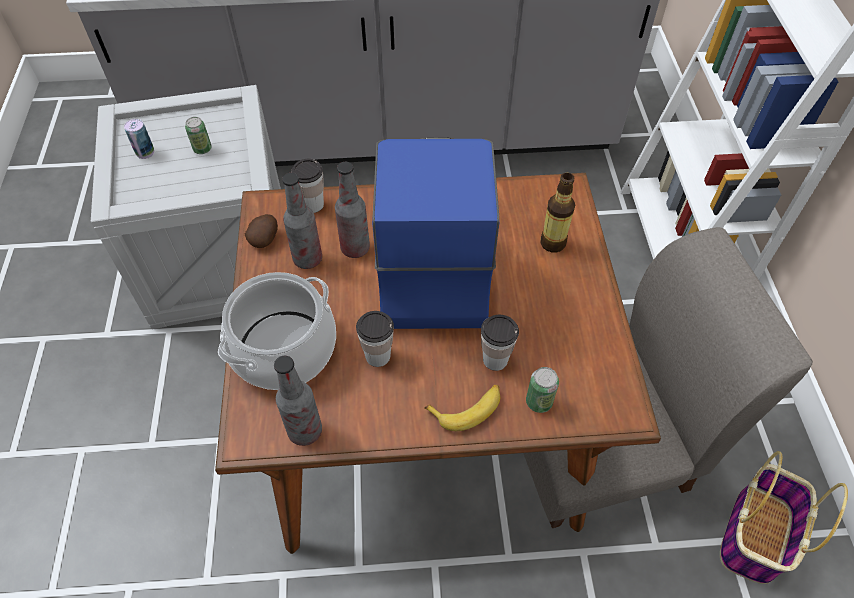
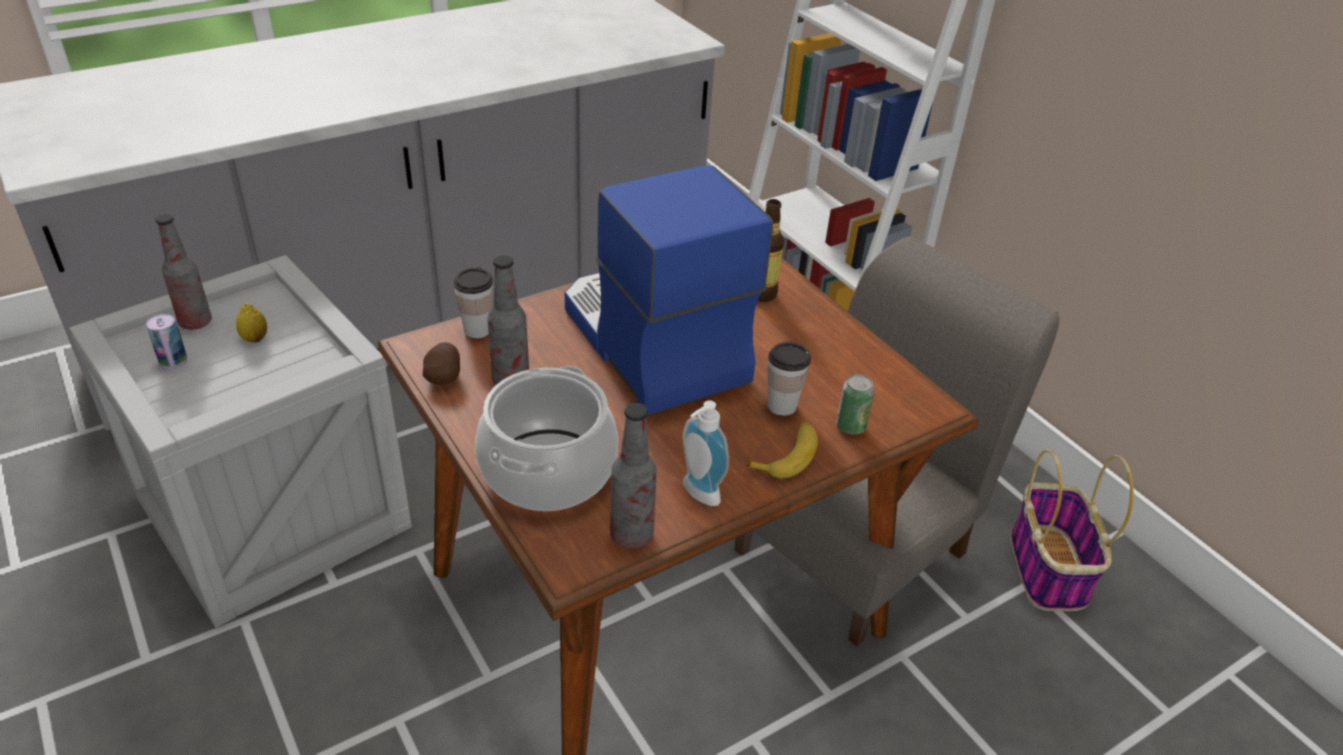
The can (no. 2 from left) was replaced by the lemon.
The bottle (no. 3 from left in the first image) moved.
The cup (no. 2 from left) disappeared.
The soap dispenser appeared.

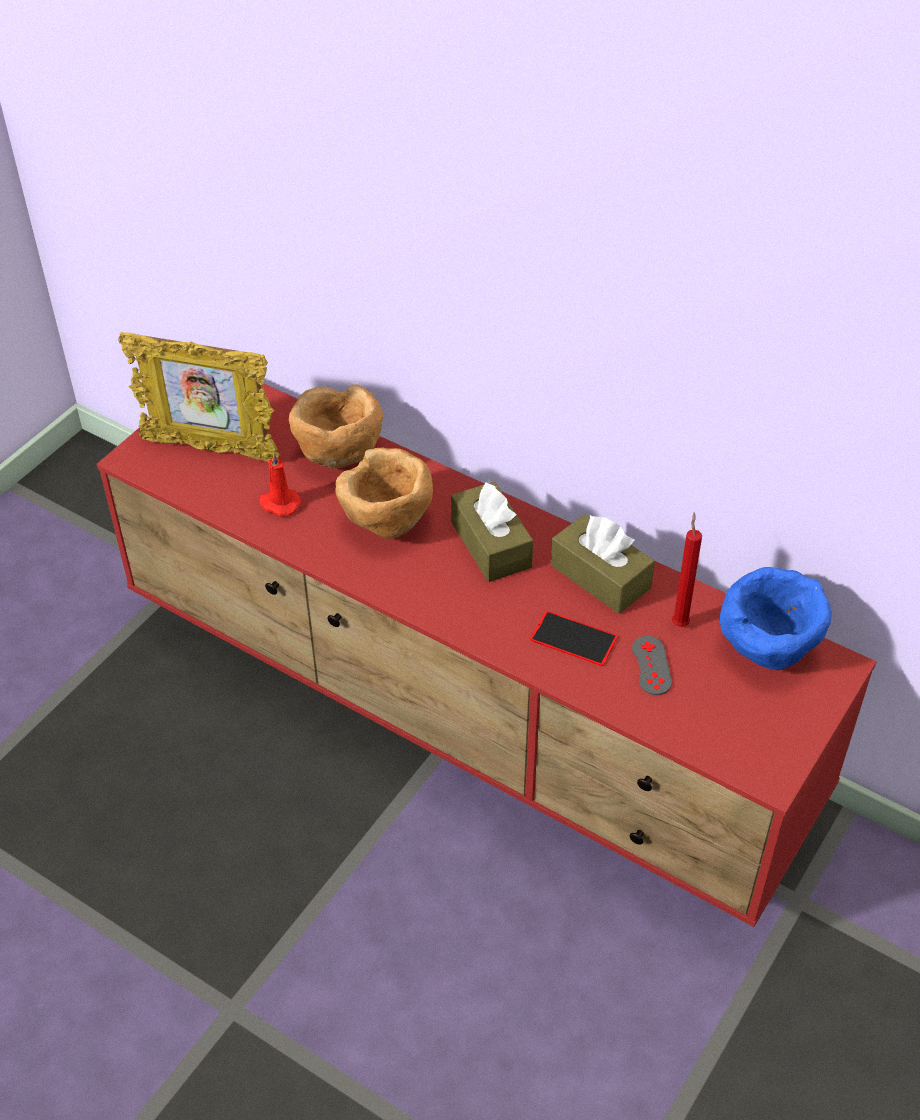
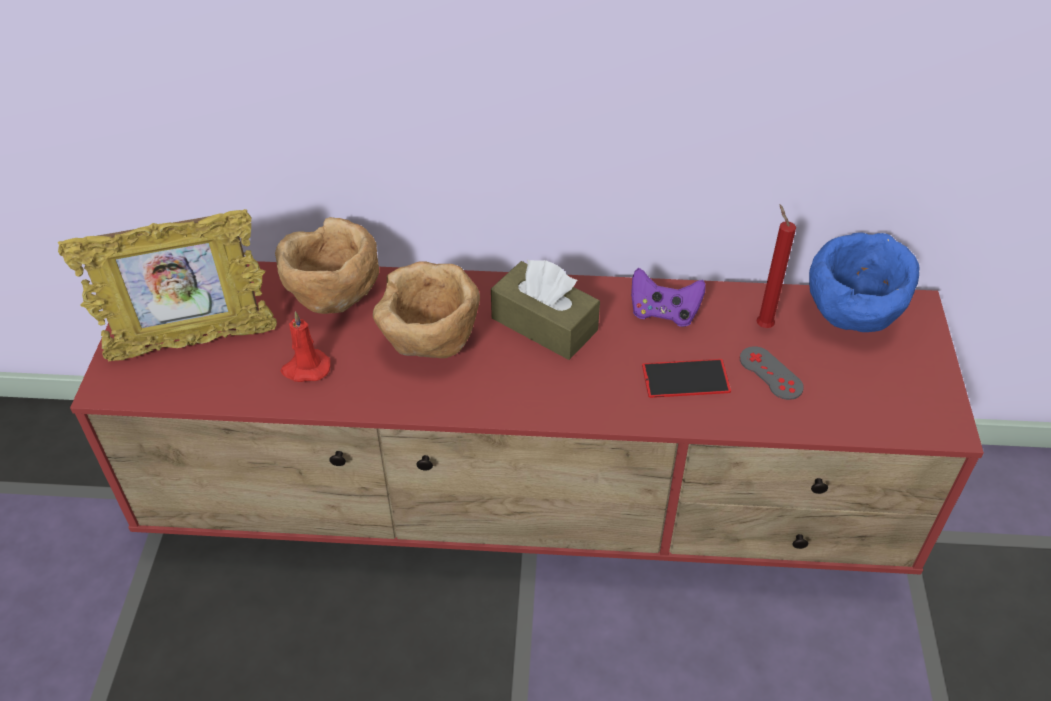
The brown tissue box (no. 2 from left) was replaced by the purple game controller.

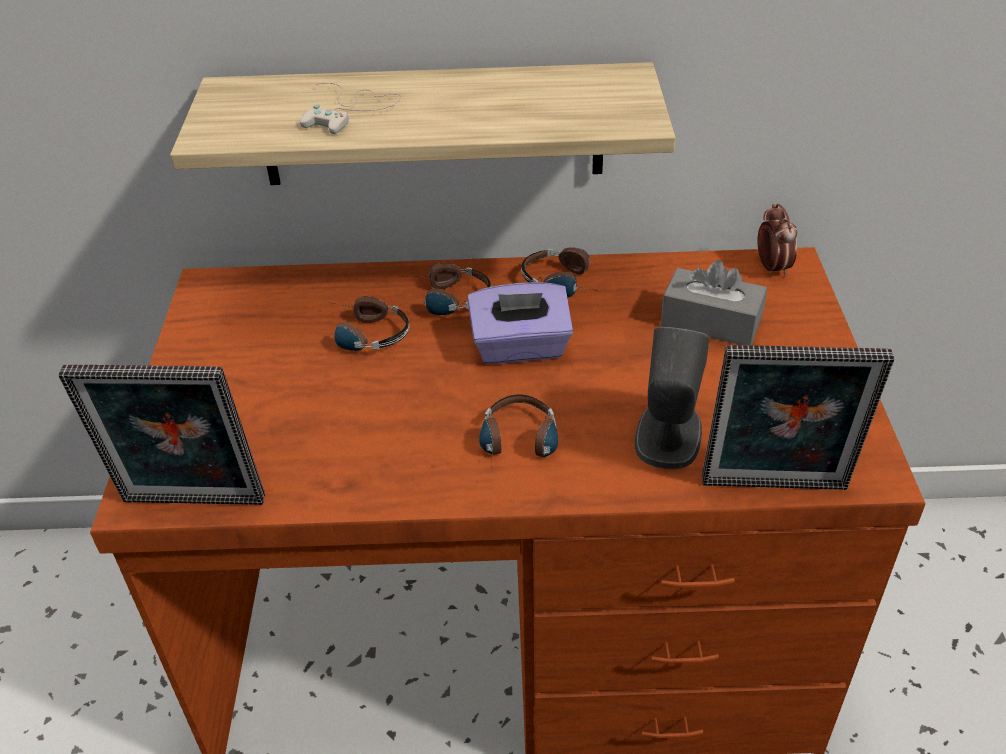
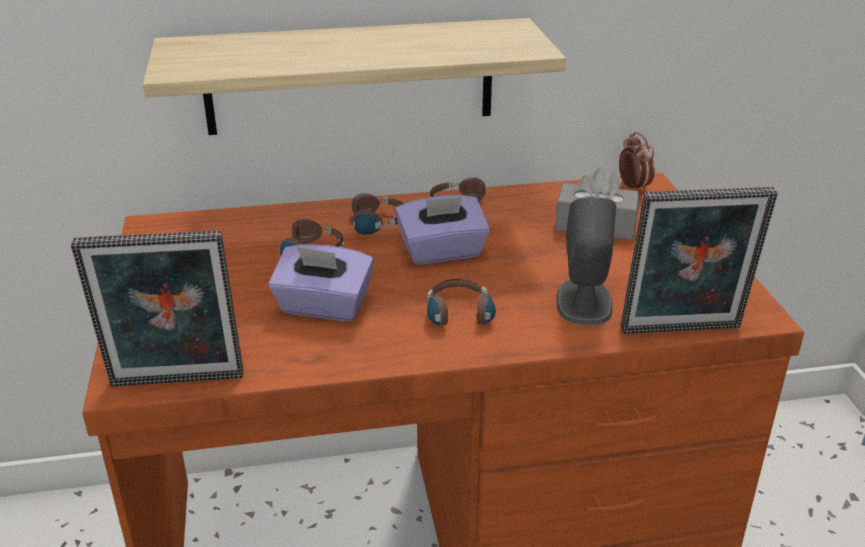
The white game controller disappeared.
The purple tissue box (no. 1 from left) appeared.

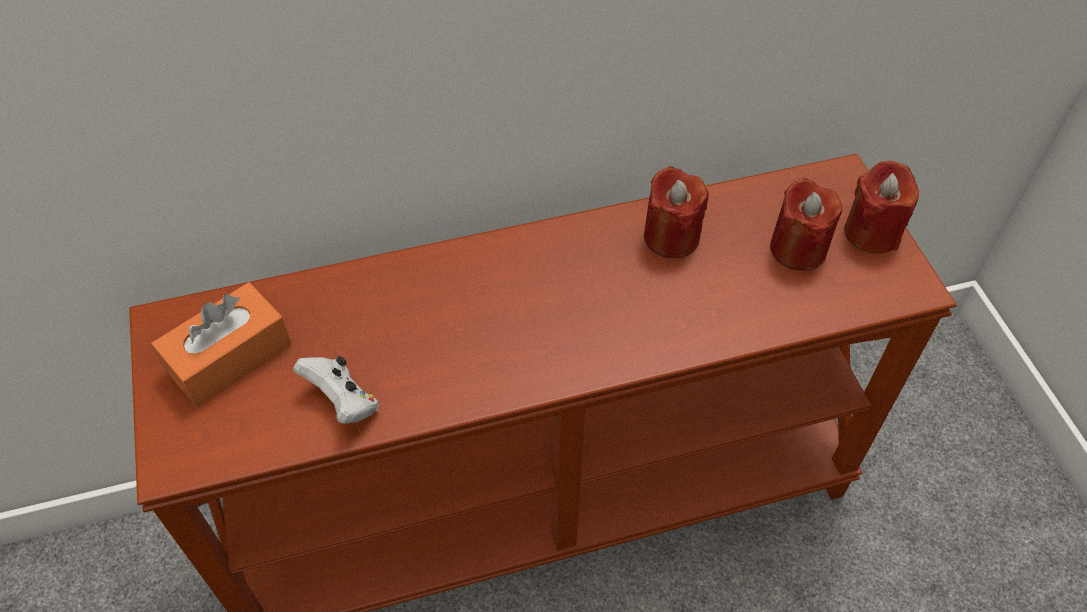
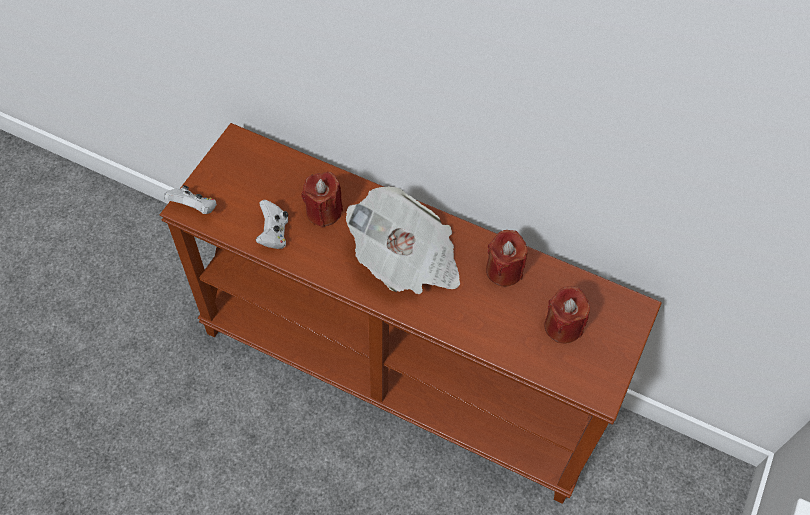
The red candle (no. 3 from left in the first image) moved.
The orange tissue box disappeared.
The white game controller (no. 1 from left) appeared.
The newspaper appeared.

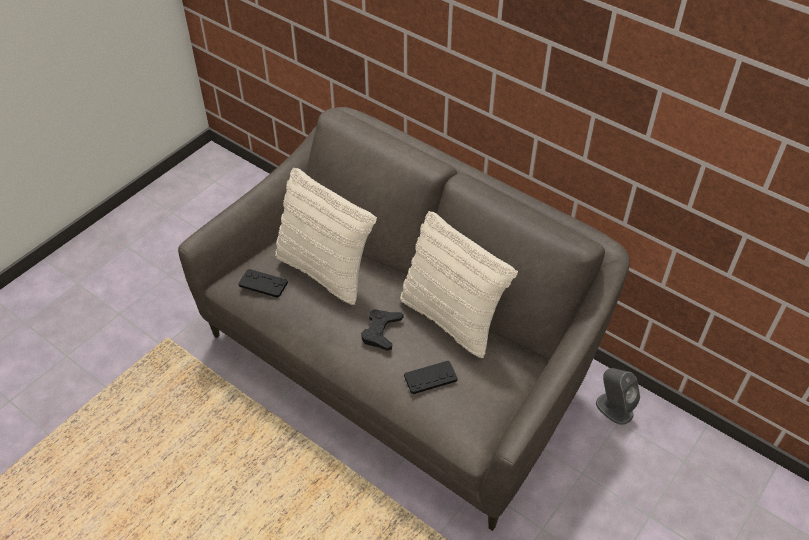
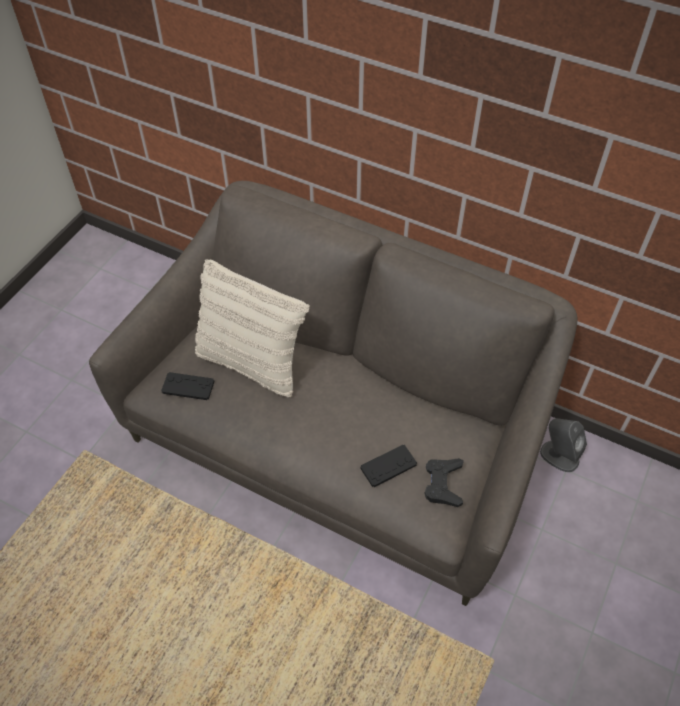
The beige pillow (no. 2 from left) disappeared.
The black game controller (no. 2 from left in the first image) moved.

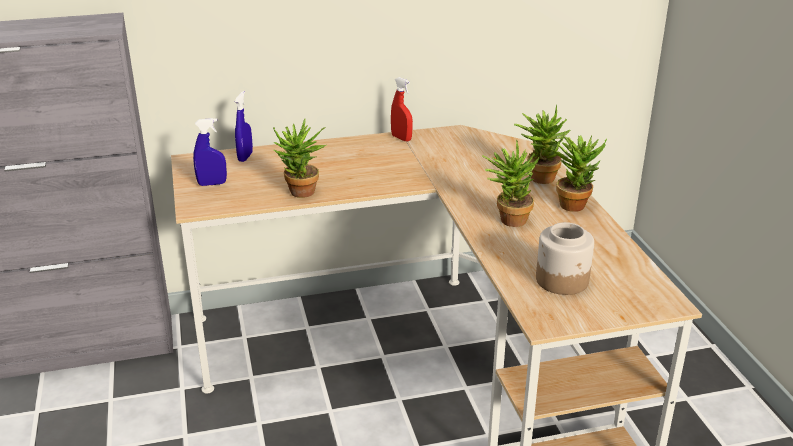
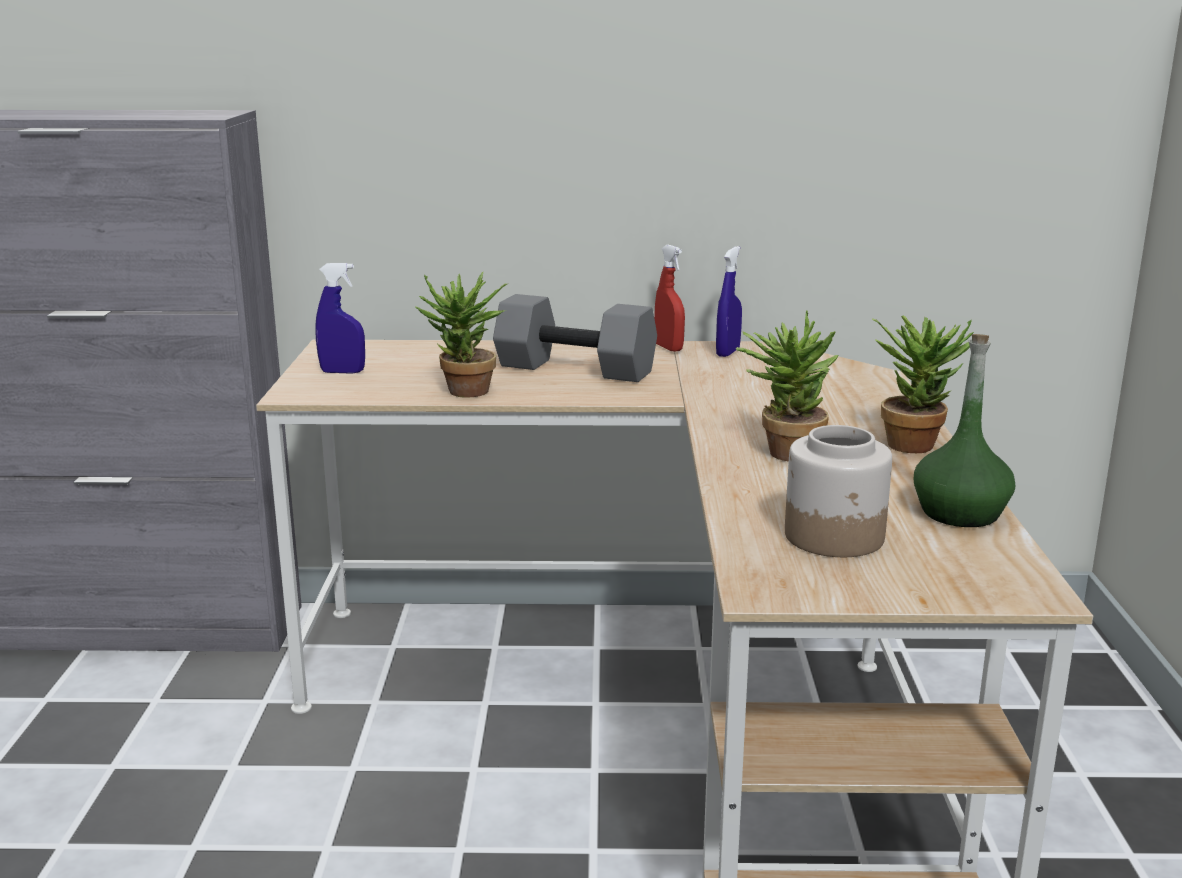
The blue spray bottle (no. 2 from left) moved.
The potted plant (no. 3 from left) disappeared.
The grey dumbbell appeared.
The green bottle appeared.

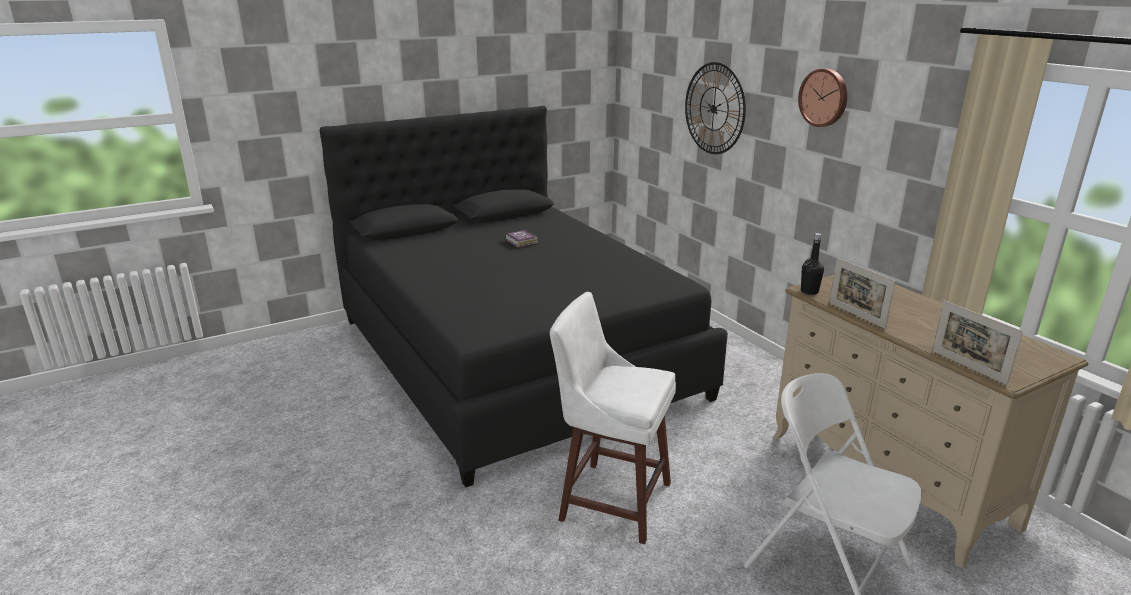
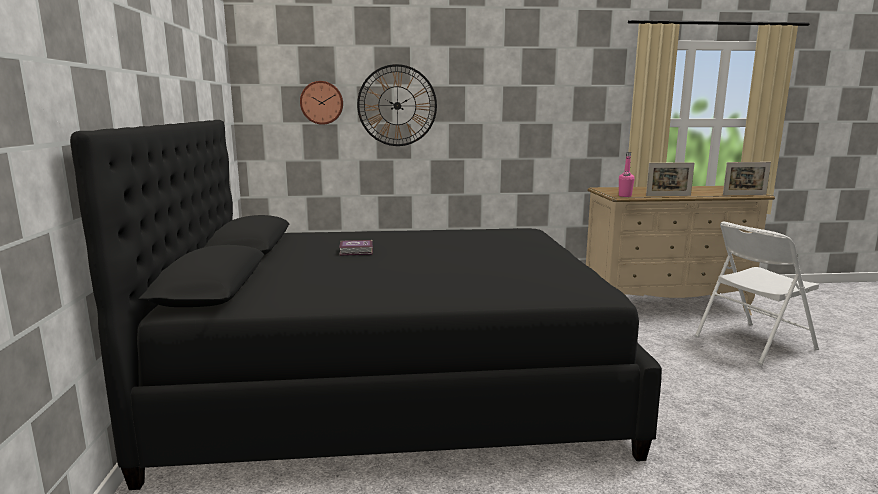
The wall clock (no. 2 from left in the first image) moved.
The black bottle became the pink bottle.
The white chair (no. 1 from left) disappeared.

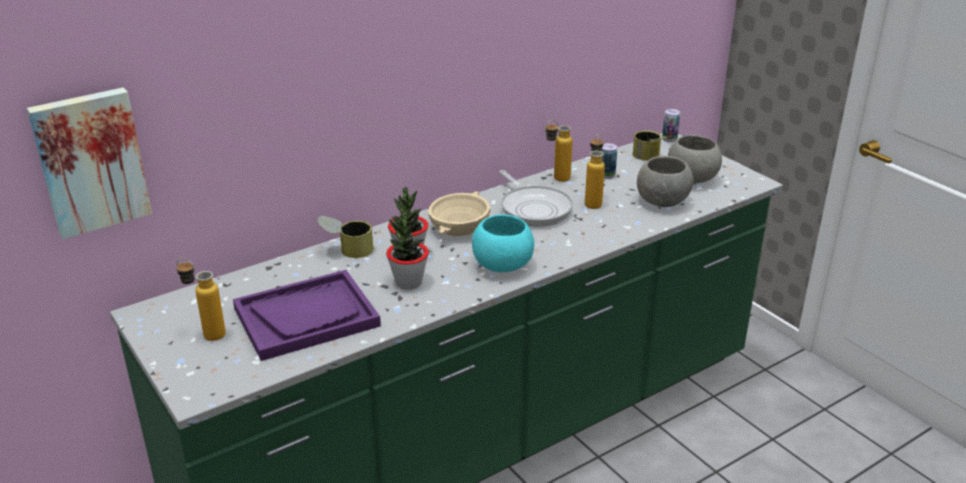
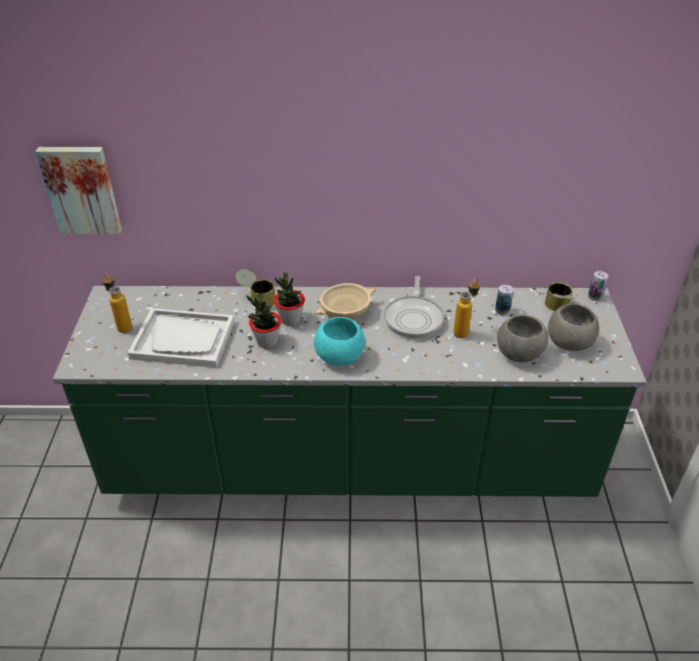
The bottle (no. 2 from left) disappeared.
The purple tray became the white tray.

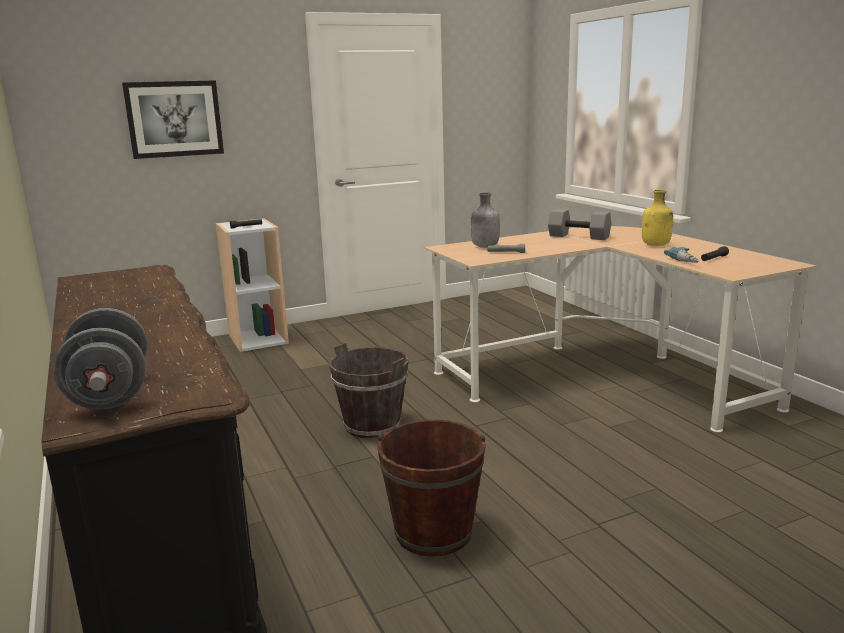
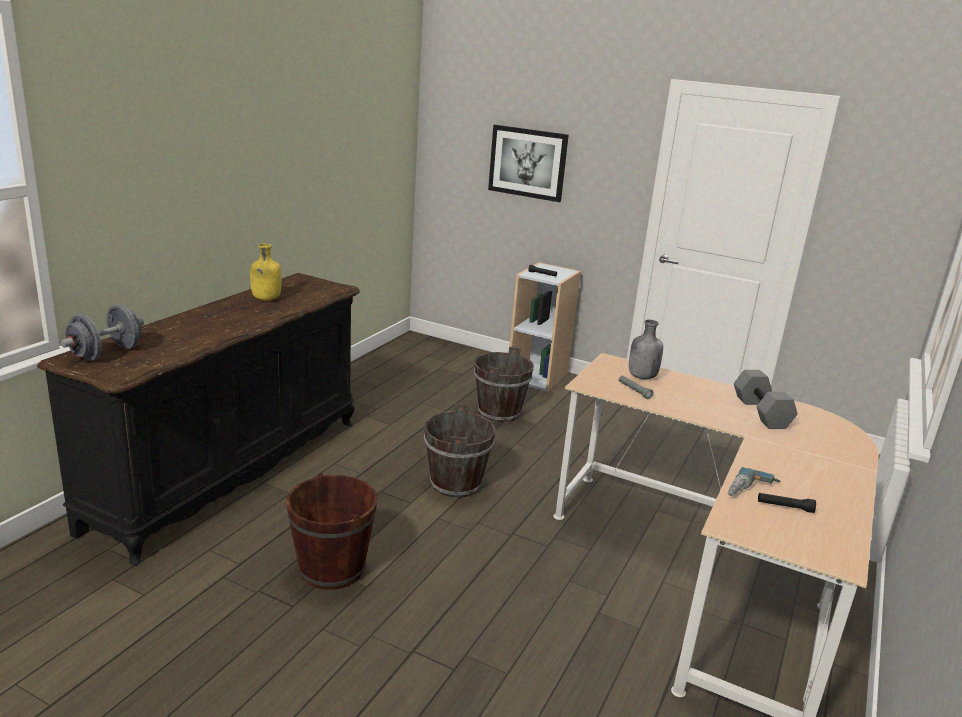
The yellow bottle moved.
The brown bucket (no. 3 from left) appeared.

